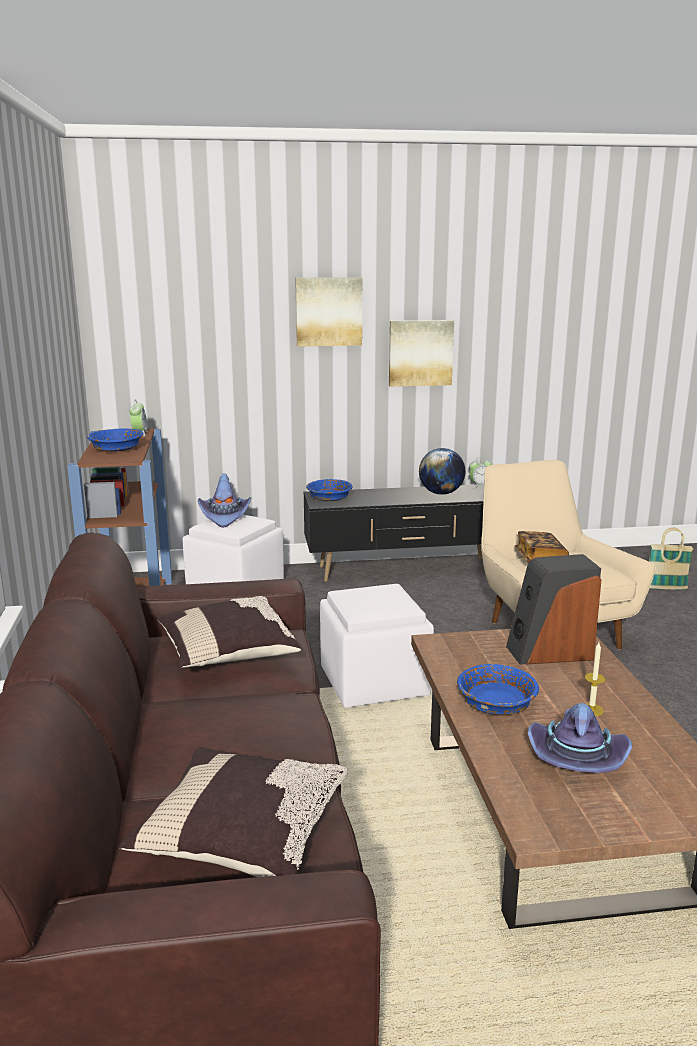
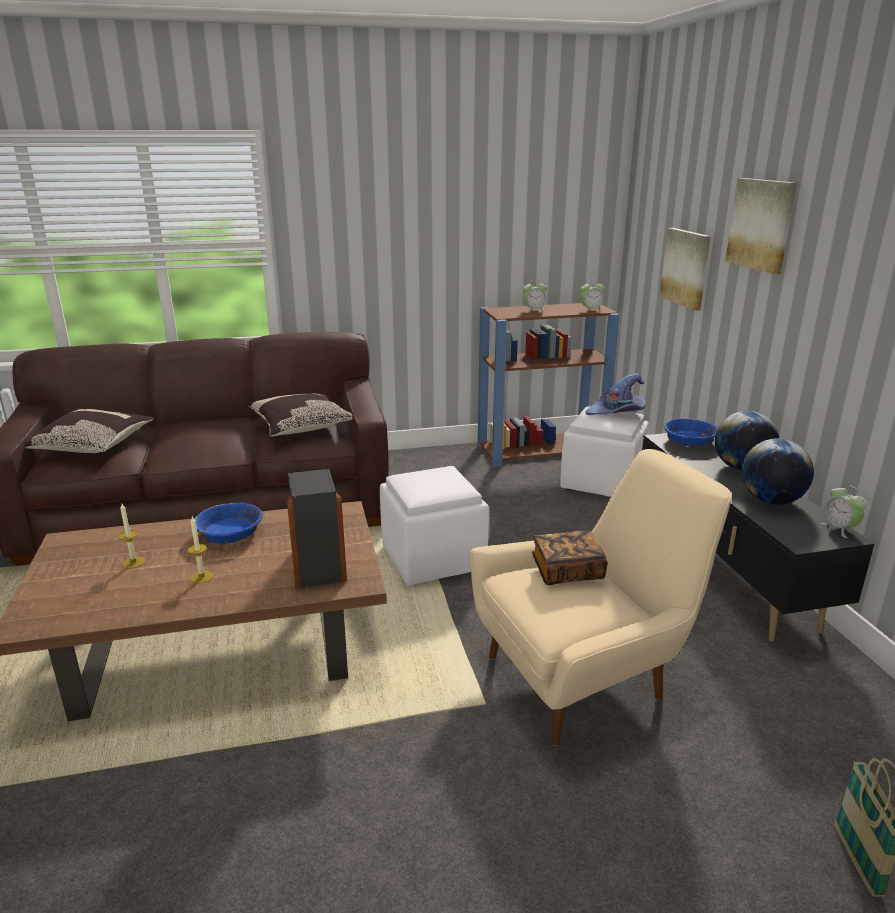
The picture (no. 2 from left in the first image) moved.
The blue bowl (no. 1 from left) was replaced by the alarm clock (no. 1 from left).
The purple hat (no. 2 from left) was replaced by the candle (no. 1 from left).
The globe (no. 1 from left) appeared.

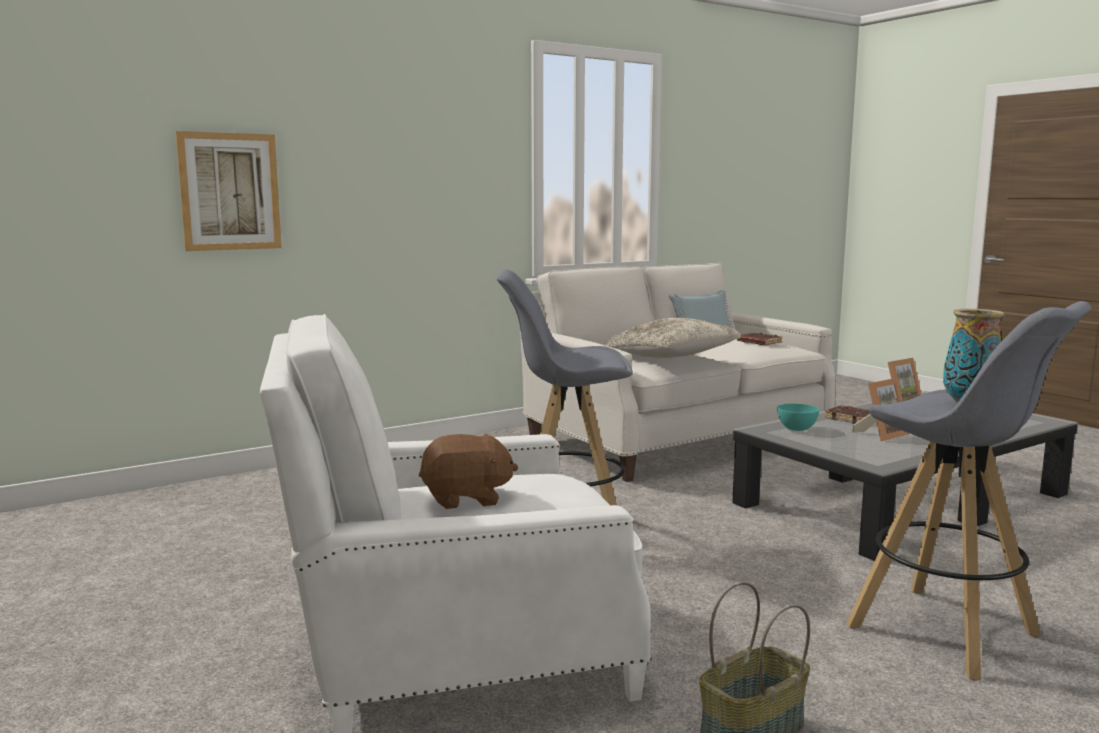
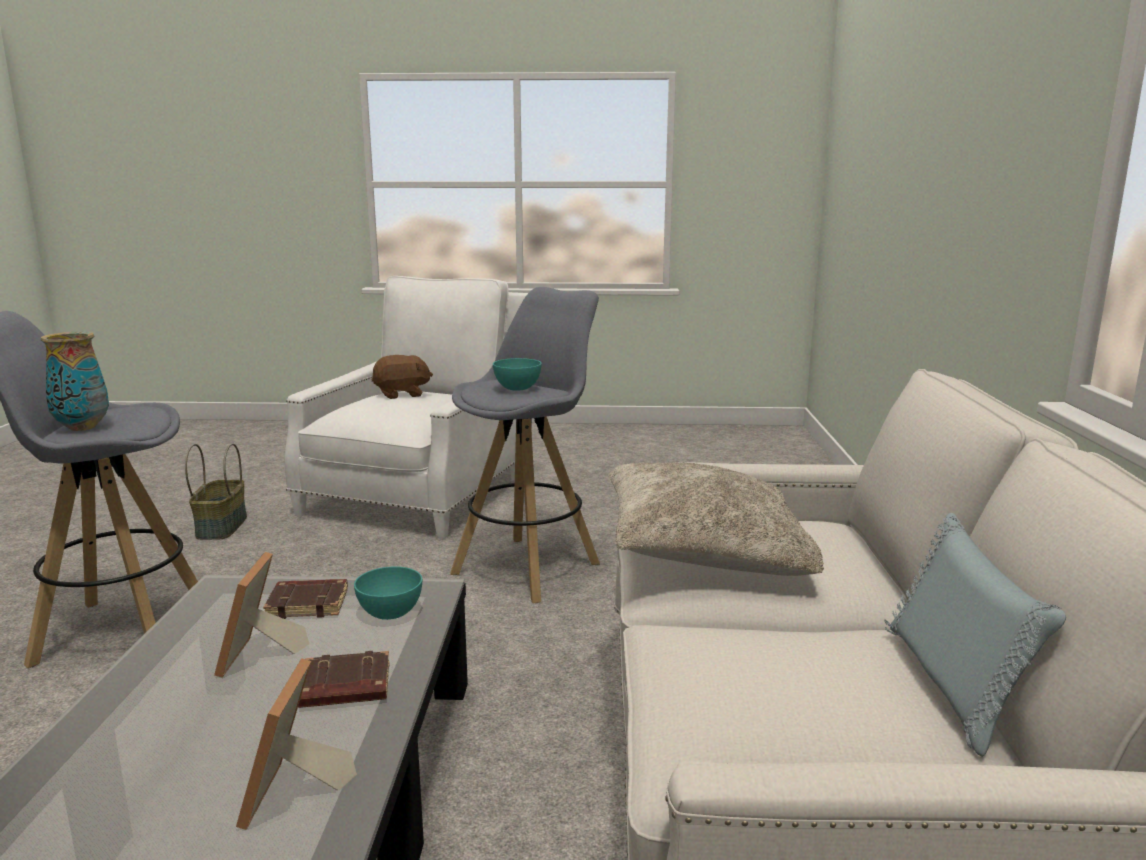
The picture disappeared.
The brown book (no. 1 from left) moved.
The brown plush toy turned 135 degrees counterclockwise.
The turquoise bowl (no. 2 from left) appeared.

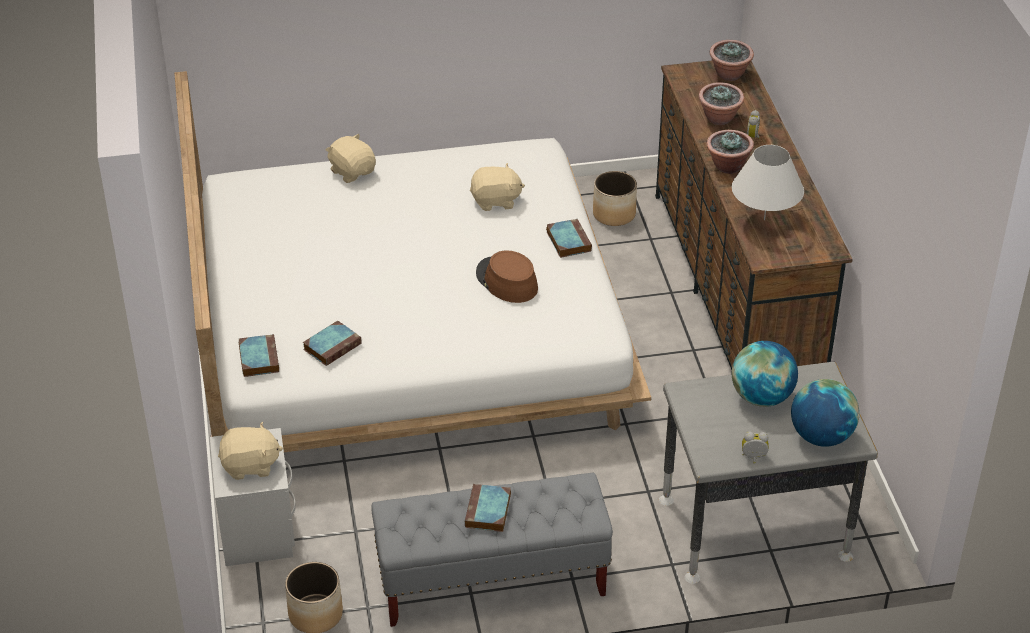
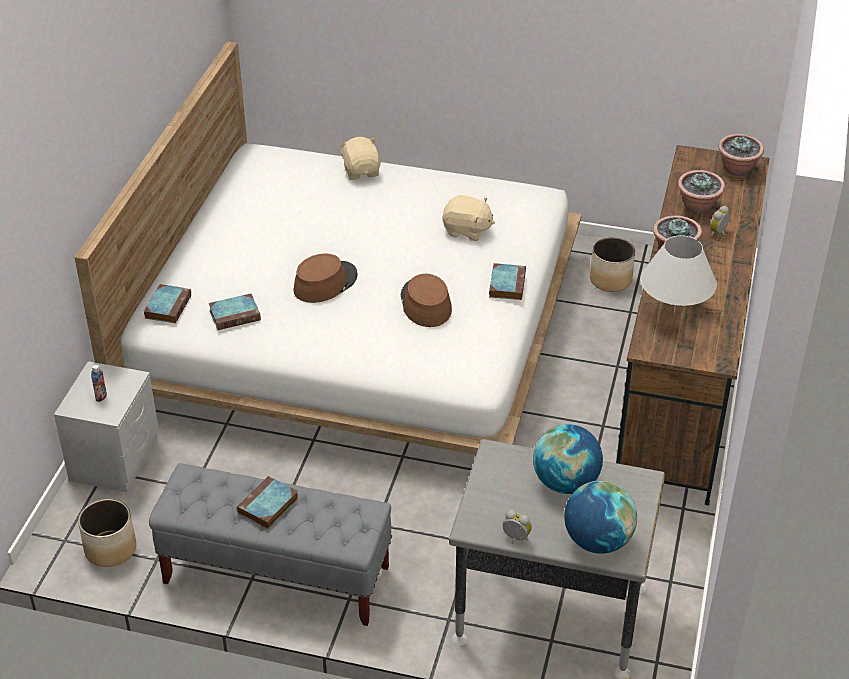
The beige plush toy (no. 1 from left) was replaced by the bottle.
The brown hat (no. 1 from left) appeared.

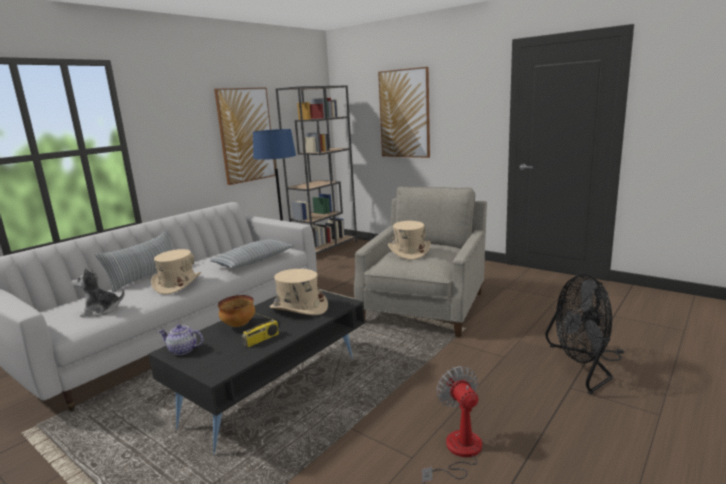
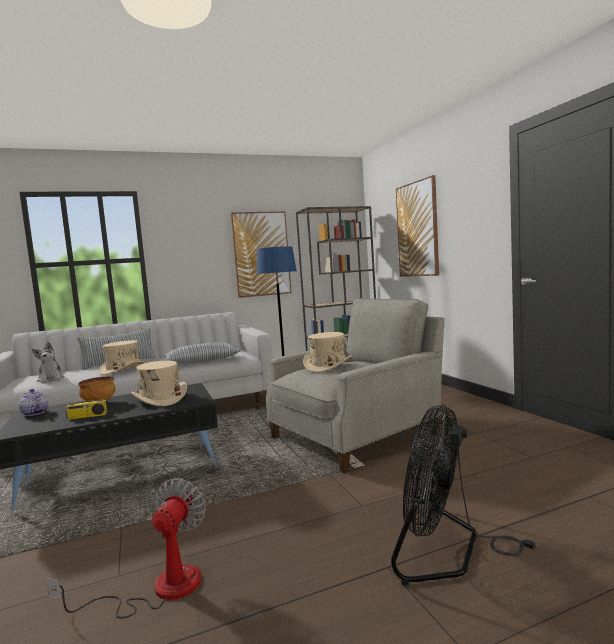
The plush toy turned 135 degrees counterclockwise.

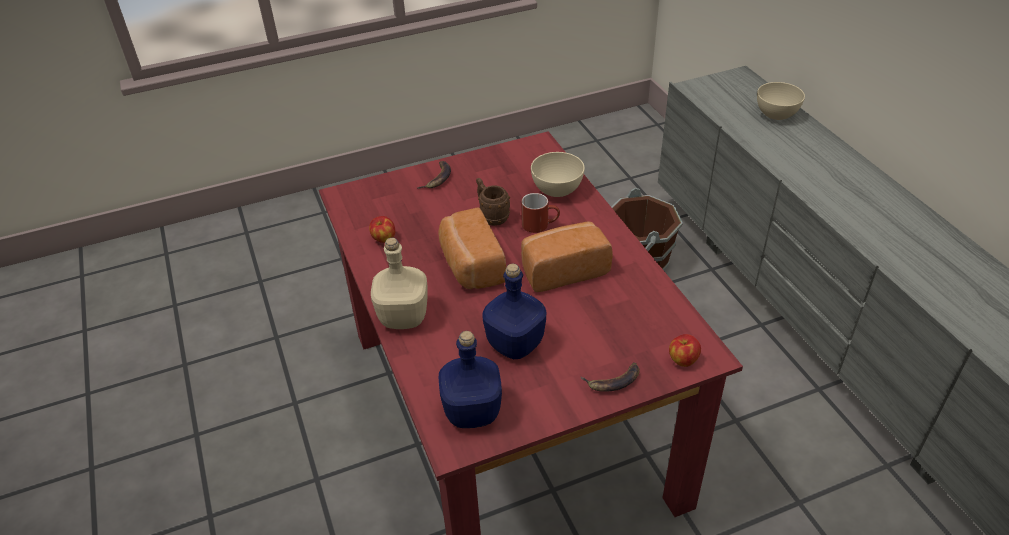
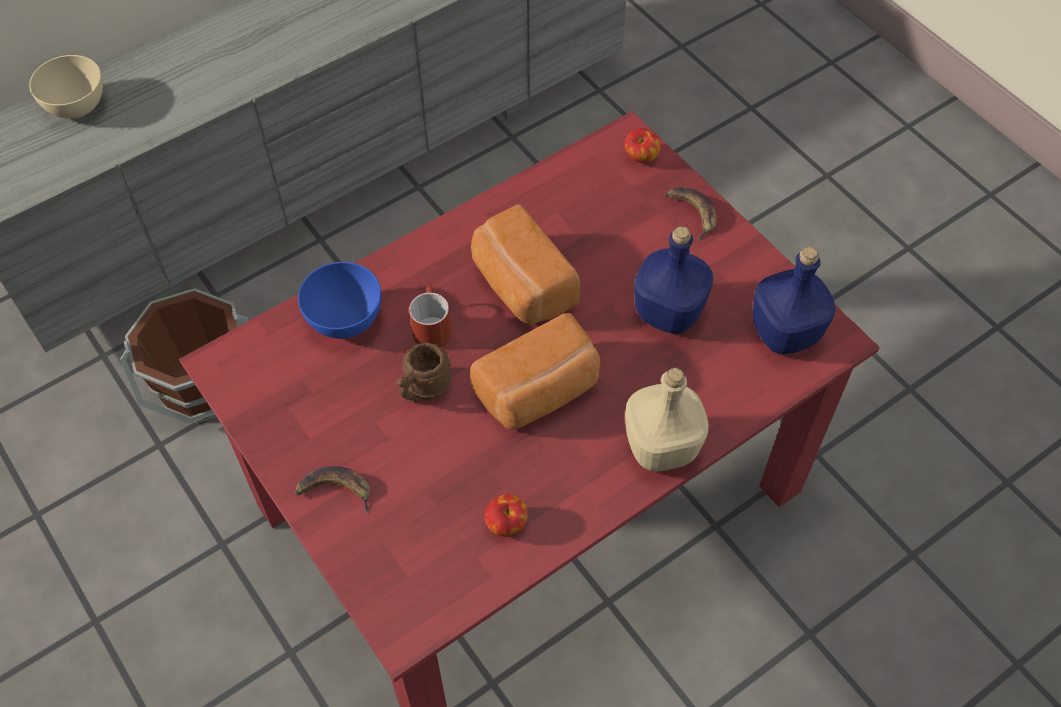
The beige bowl (no. 1 from left) became the blue bowl.

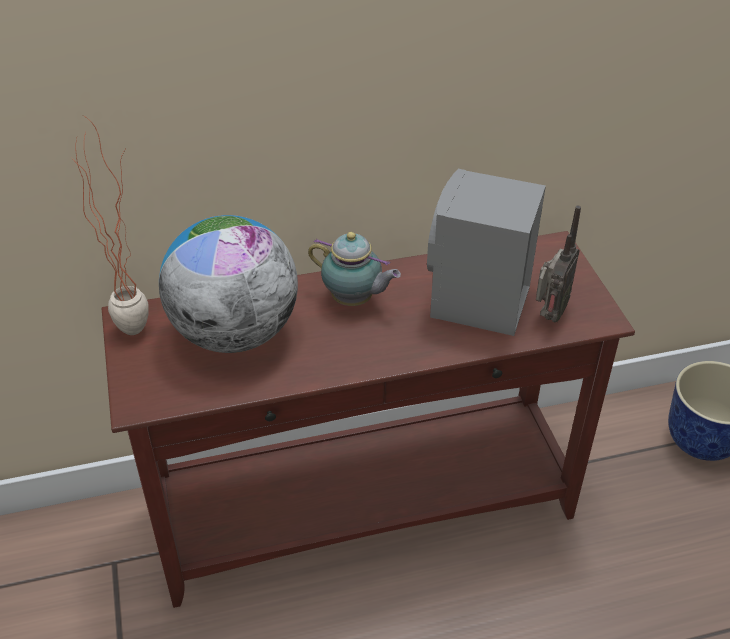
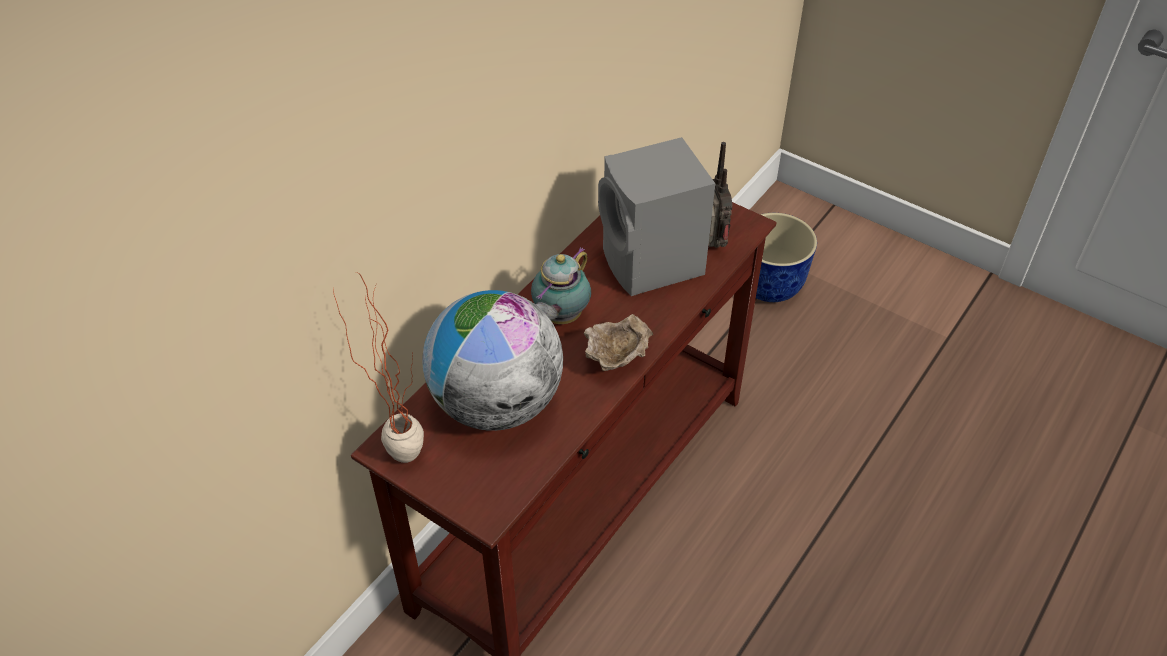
The teapot turned 135 degrees clockwise.
The beige bowl appeared.

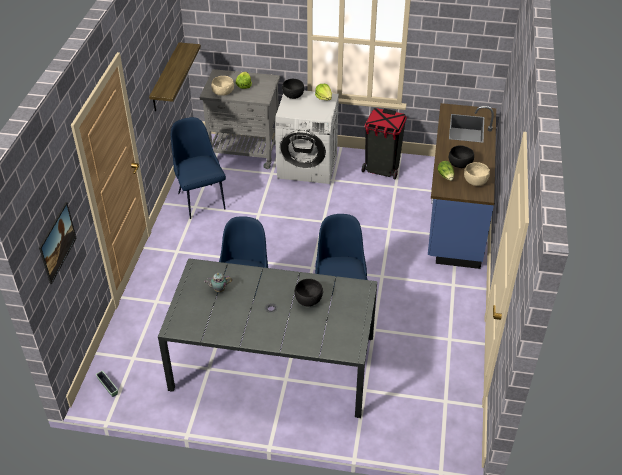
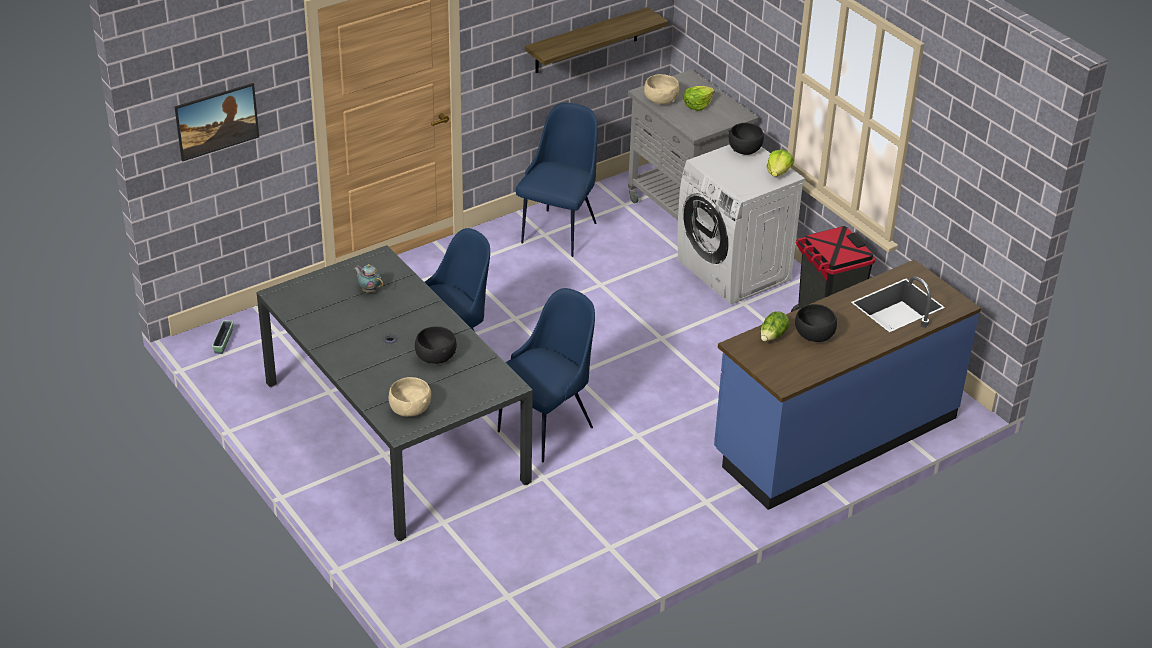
The beige bowl (no. 2 from left in the first image) moved.

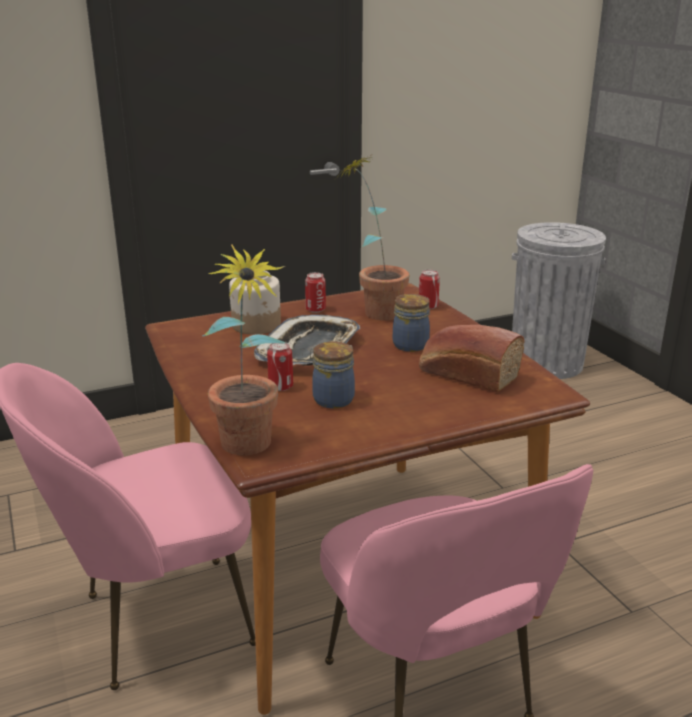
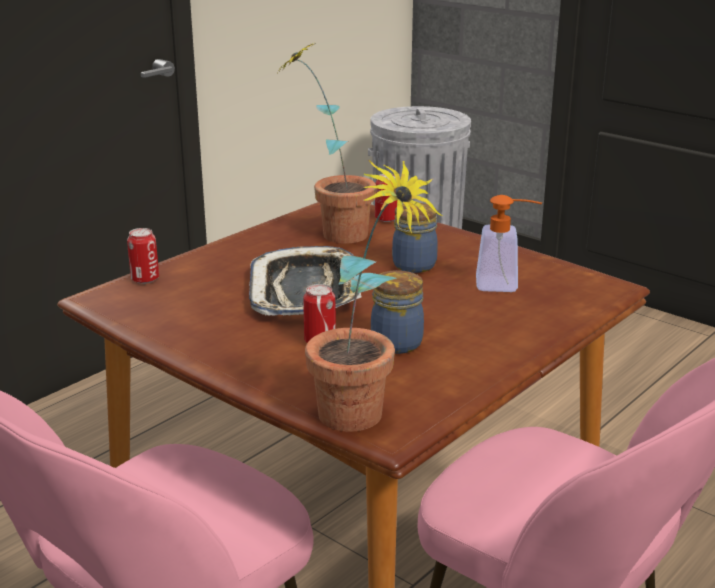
The jar (no. 1 from left) disappeared.
The can (no. 2 from left in the first image) moved.
The bread was replaced by the soap dispenser.

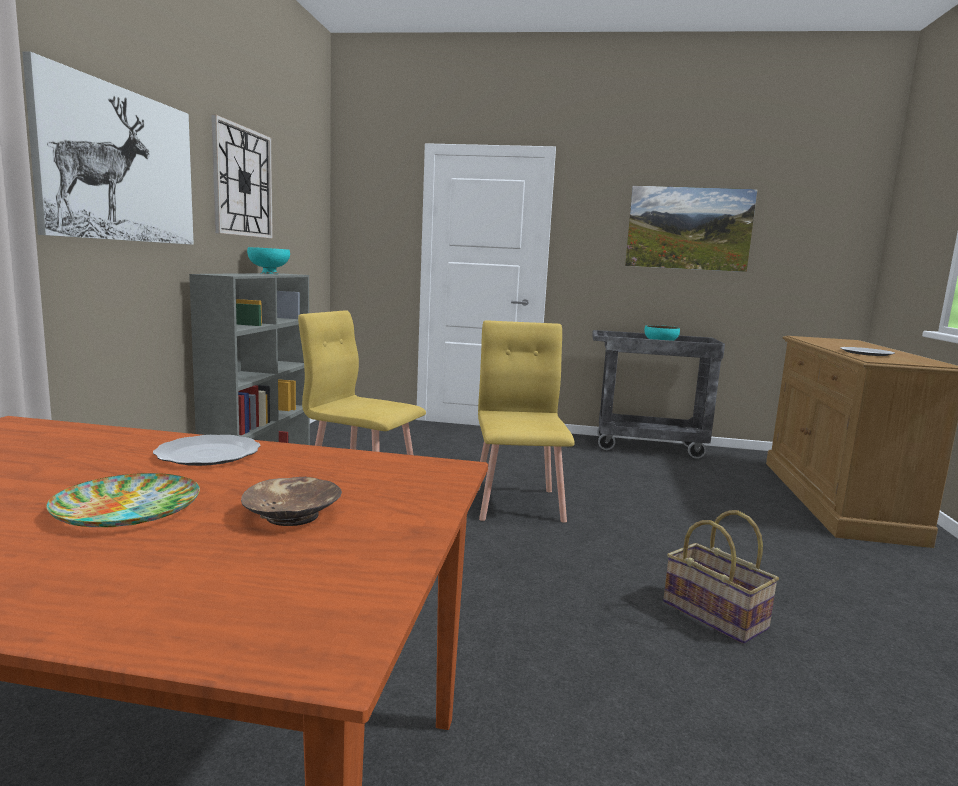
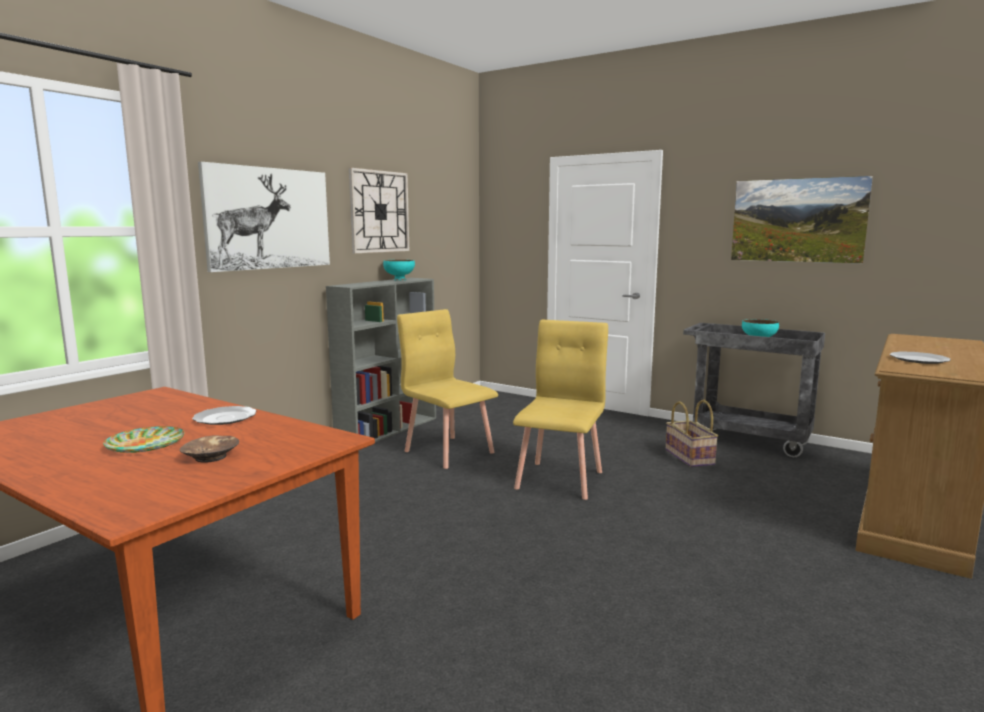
The basket moved.

